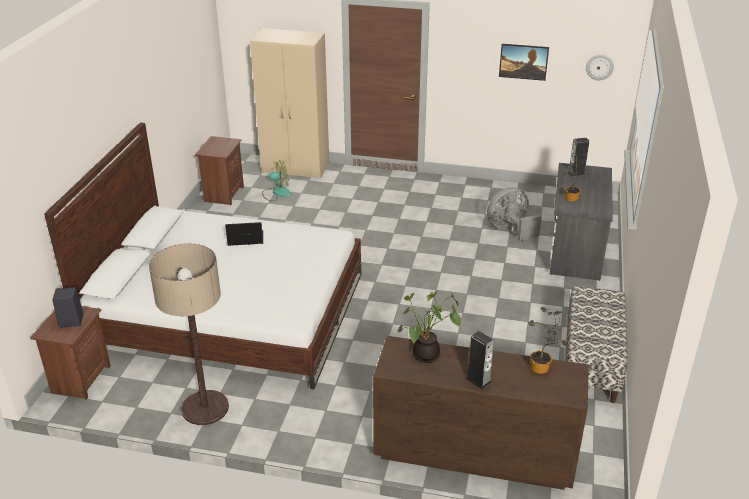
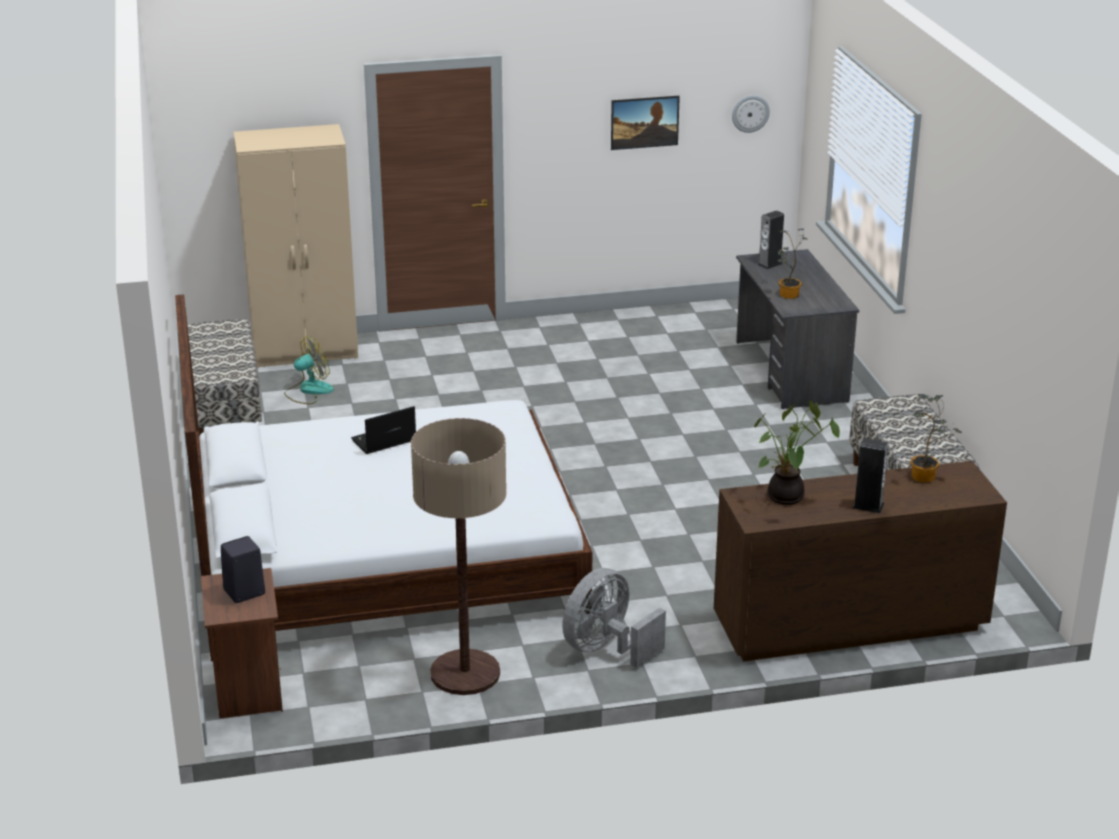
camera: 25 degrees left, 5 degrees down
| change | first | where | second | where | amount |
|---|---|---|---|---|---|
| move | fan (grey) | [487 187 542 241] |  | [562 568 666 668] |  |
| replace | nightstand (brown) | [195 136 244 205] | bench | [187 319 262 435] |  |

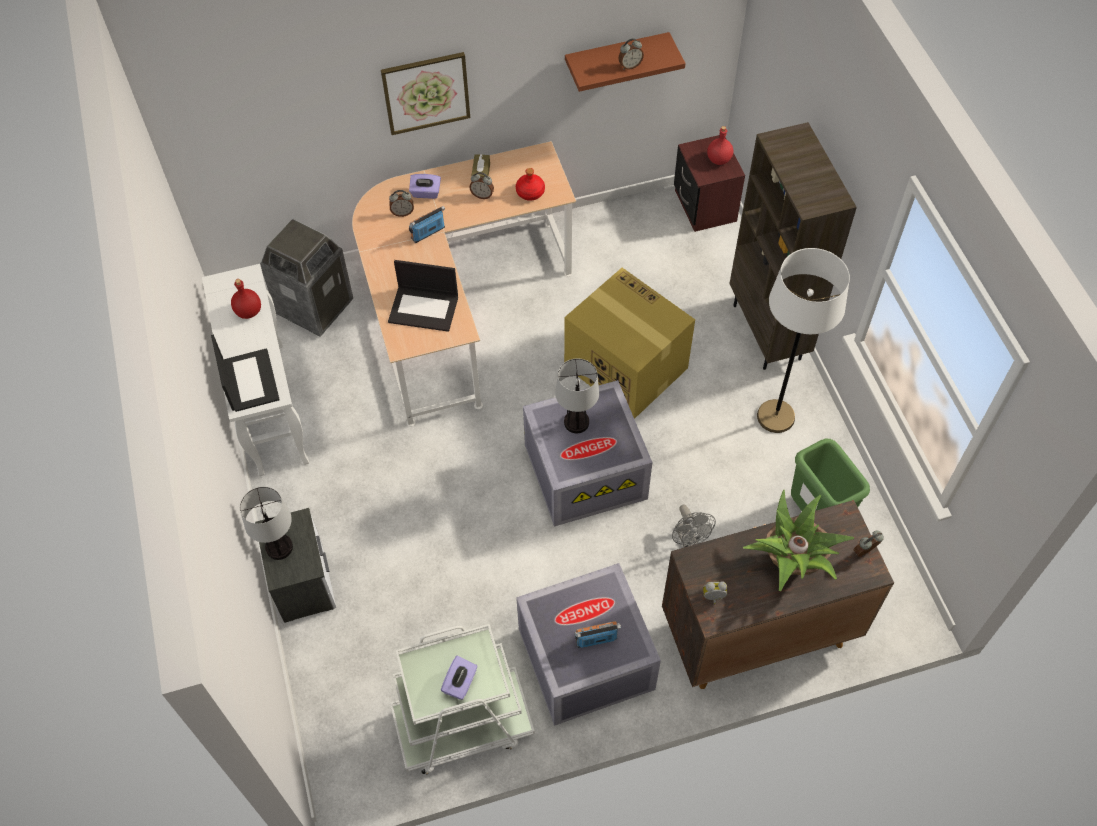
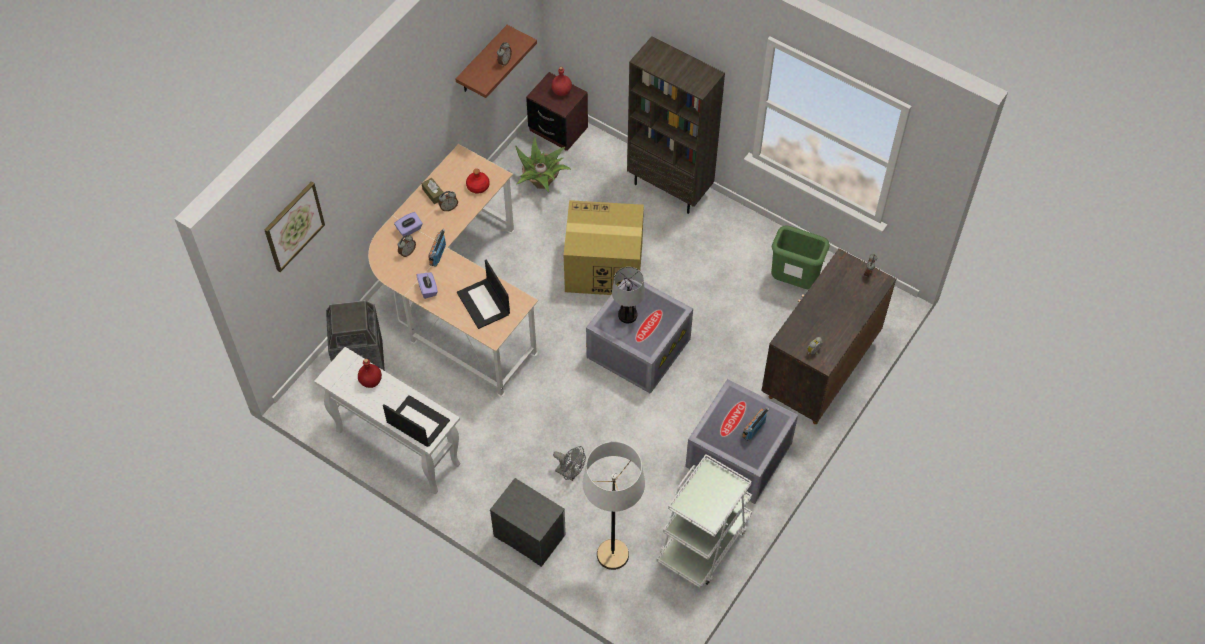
camera: 40 degrees left, 0 degrees up
| change | first | where | second | where | amount |
|---|---|---|---|---|---|
| delete | table lamp | [240 487 293 560] |  |  |  |
| move | picture | [381 52 470 135] |  | [264 181 325 272] |  |
| move | tissue box (purple) | [441 656 477 700] |  | [417 272 438 299] |  |
| move | fan (grey) | [672 505 716 548] |  | [553 446 586 481] |  |
| move | potted plant | [743 490 854 591] |  | [515 137 571 192] |  |
| move | floor lamp (white) | [757 248 850 433] |  | [583 441 645 570] |  |
| rotate | laptop | [388 260 458 332] |  | [457 260 510 329] | 90 degrees clockwise |

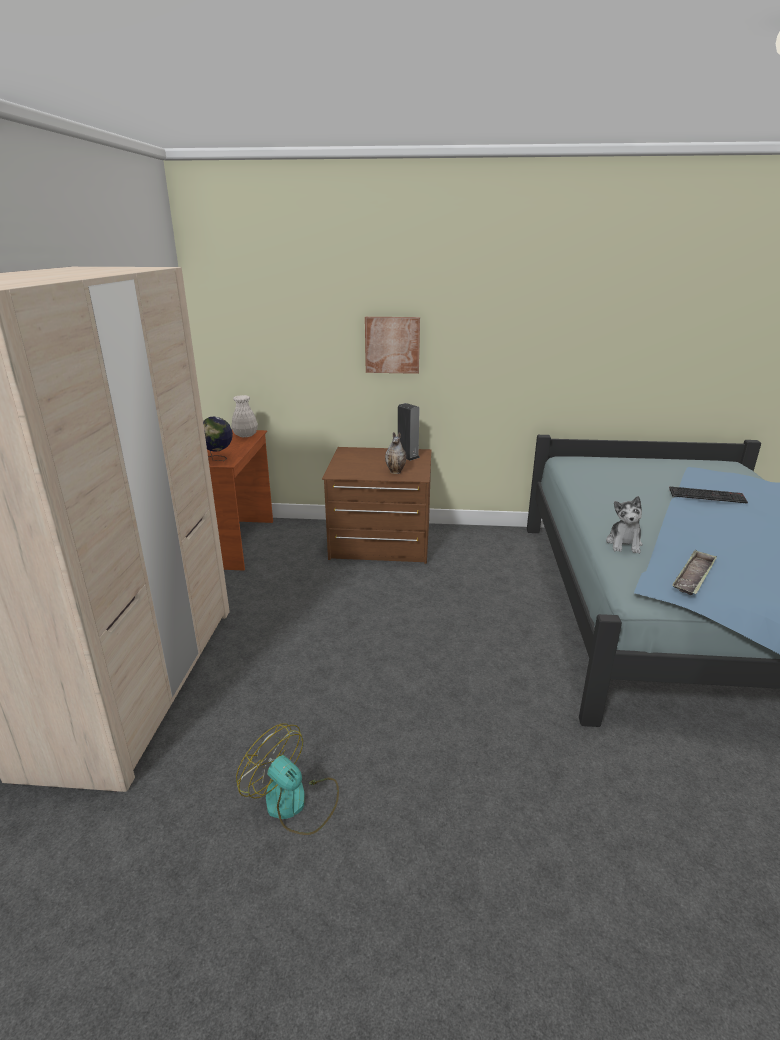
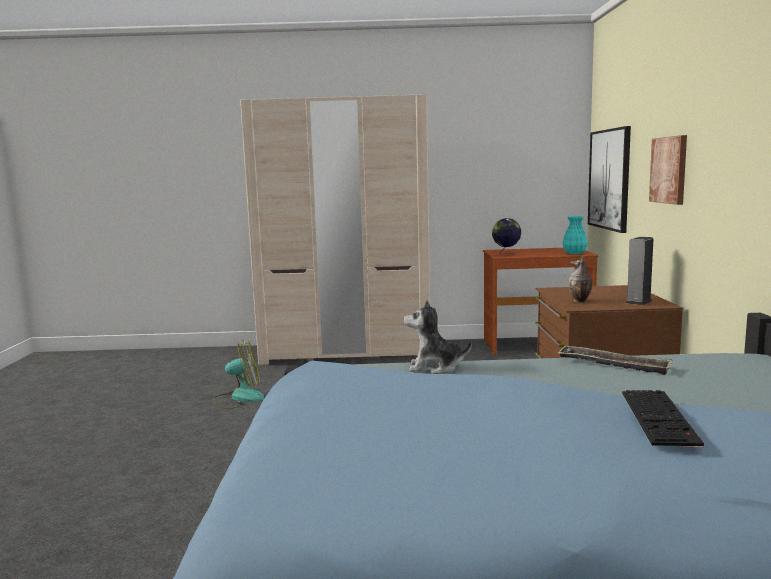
camera: 85 degrees right, 15 degrees down
| change | first | where | second | where | amount |
|---|---|---|---|---|---|
| insert |  |  | picture | [588 126 631 233] |  |
| move | tray | [673 550 717 596] |  | [558 346 673 375] |  |
| recolor | vase (white) | [231 395 258 437] | vase (turquoise) | [562 216 588 254] |  |
| rotate | fan | [236 724 339 835] |  | [213 340 264 409] | 45 degrees clockwise |

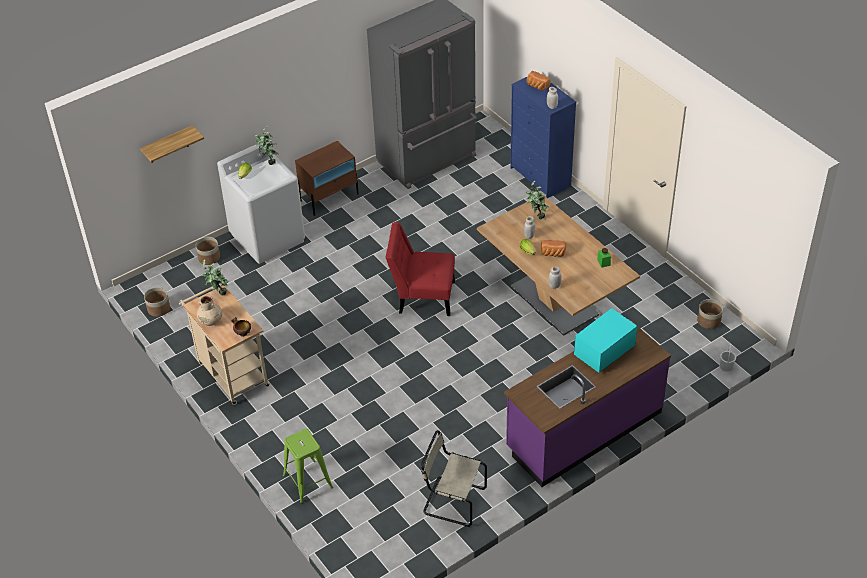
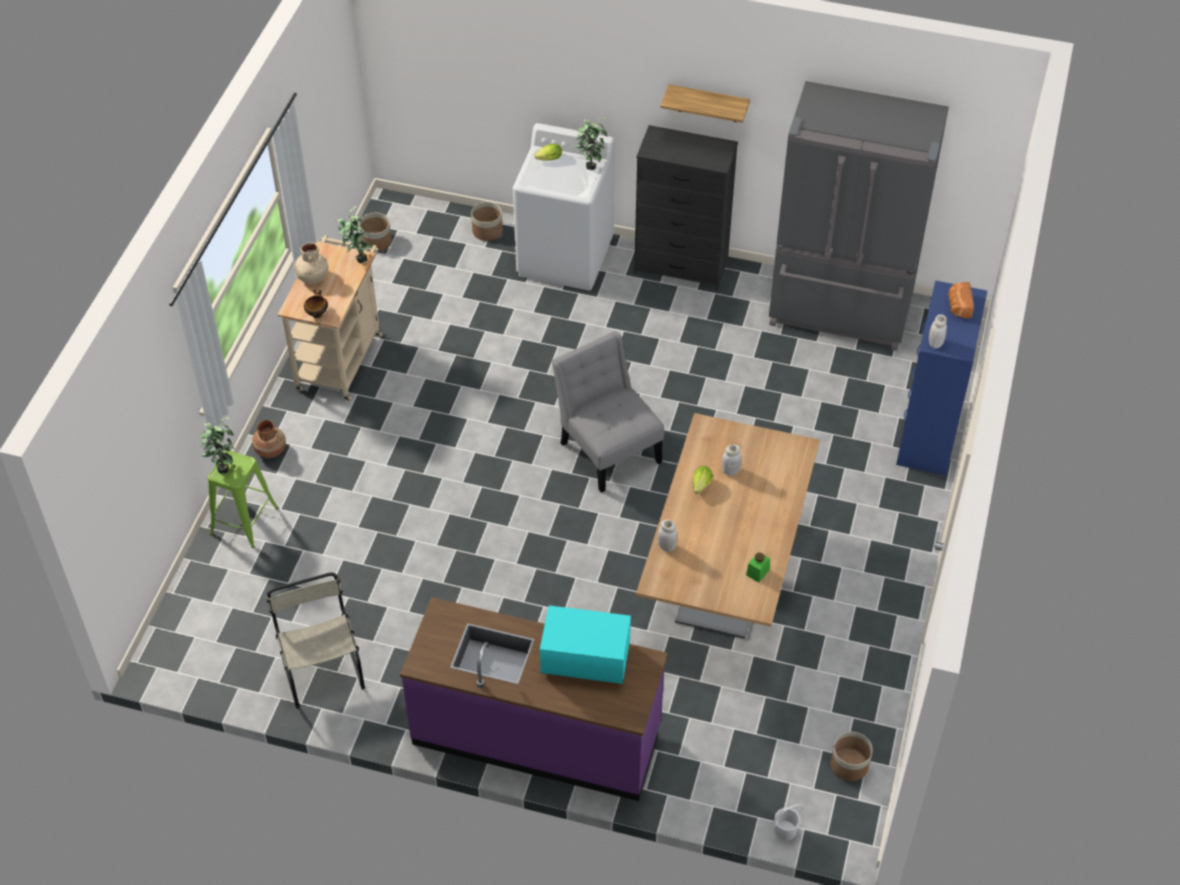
camera: 50 degrees right, 5 degrees up
| change | first | where | second | where | amount |
|---|---|---|---|---|---|
| delete | bread | [541 240 566 257] |  |  |  |
| insert |  |  | vase (brown) | [252 420 286 458] |  |
| move | shelf | [140 125 204 163] |  | [660 84 750 123] |  |
| move | potted plant | [525 181 549 219] |  | [199 417 235 474] |  |
| replace | nightstand (brown) | [295 141 359 216] | dresser (black) | [634 125 738 291] |  |
| recolor | chair (red) | [386 222 455 316] | chair (grey) | [552 331 664 493] |  |

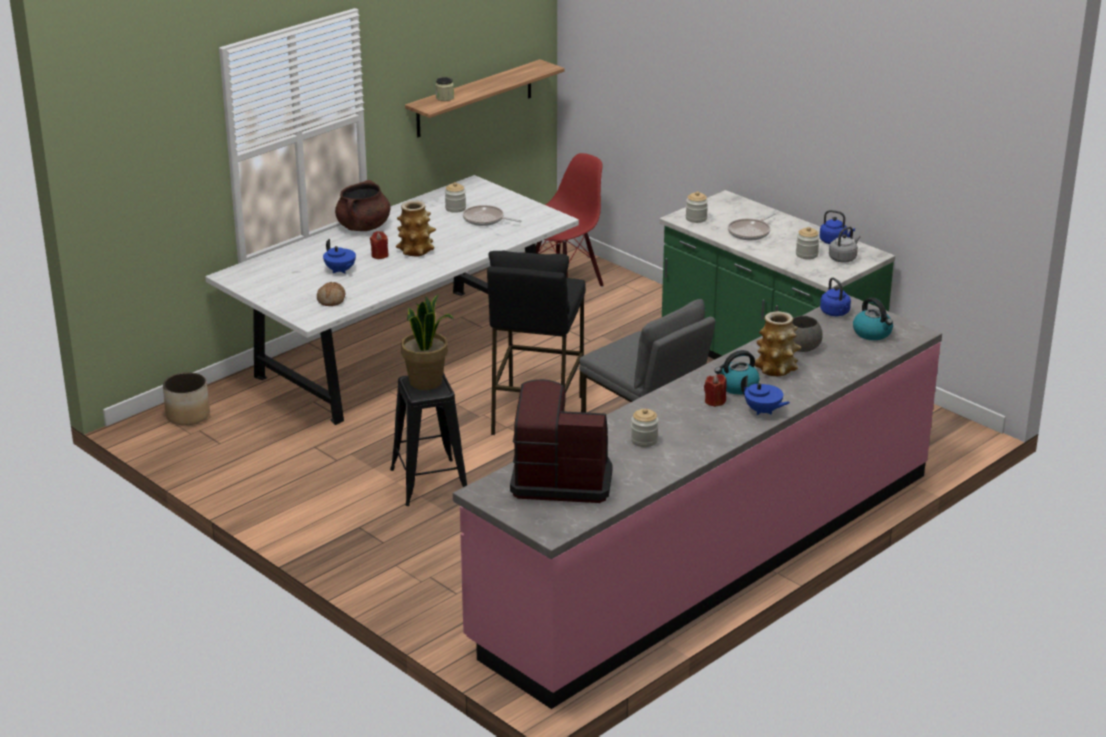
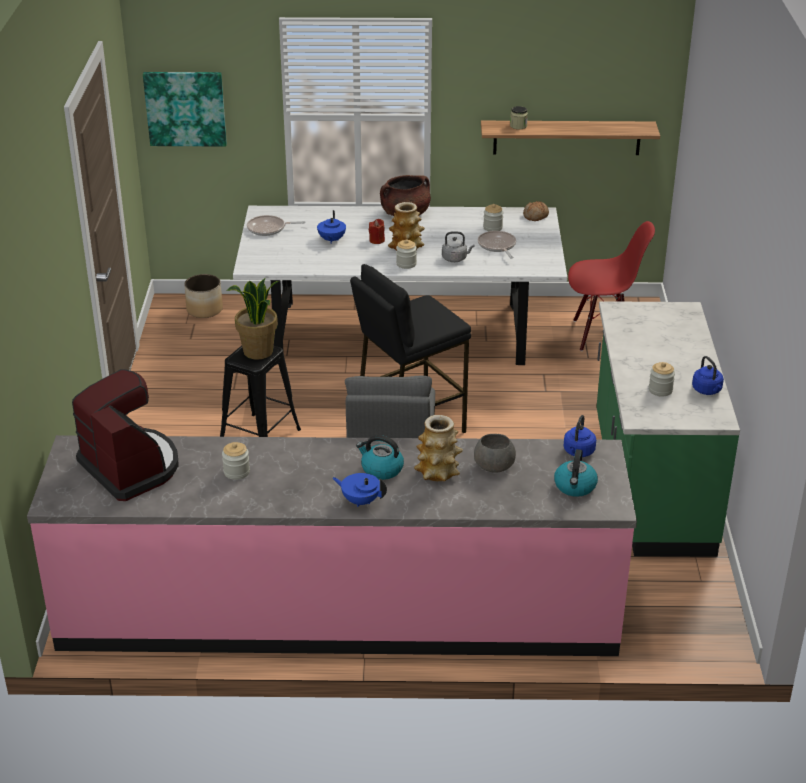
camera: 45 degrees right, 5 degrees up
| change | first | where | second | where | amount |
|---|---|---|---|---|---|
| delete | candle (red) | [704 374 727 407] |  |  |  |
| insert |  |  | picture | [143 72 227 147] |  |
| move | bread | [317 282 345 306] |  | [523 201 549 221] |  |
| move | jar | [686 191 708 223] |  | [396 239 417 269] |  |
| move | frying pan | [728 212 776 240] |  | [247 215 306 236] |  |
| move | kettle (grey) | [829 226 860 262] |  | [442 231 475 262] |  |
| rotate | teapot (blue) | [741 375 790 415] |  | [333 473 387 507] | 120 degrees clockwise |

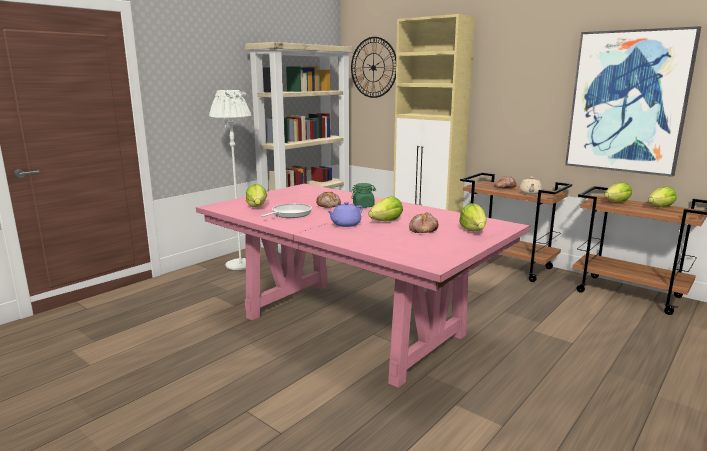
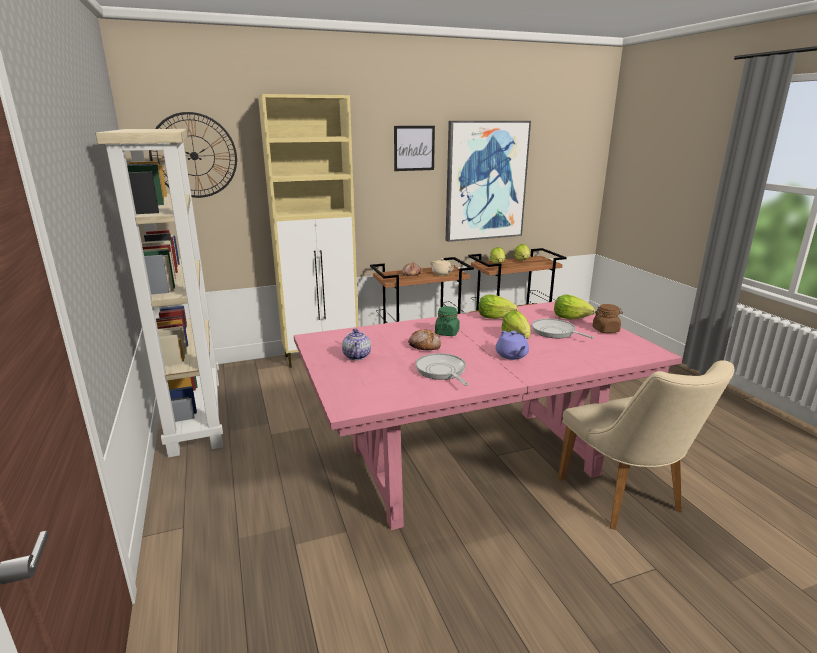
camera: 60 degrees left, 5 degrees up
| change | first | where | second | where | amount |
|---|---|---|---|---|---|
| delete | floor lamp (white) | [209 90 251 270] |  |  |  |
| insert |  |  | teapot | [342 328 371 360] |  |
| insert |  |  | picture | [394 126 435 171] |  |
| insert |  |  | chair (beige) | [558 360 735 530] |  |
| insert |  |  | jar (brown) | [593 304 623 333] |  |
| move | lettuce | [246 184 267 207] |  | [478 294 518 319] |  |
| replace | bread | [409 212 439 233] | frying pan | [532 318 595 339] |  |

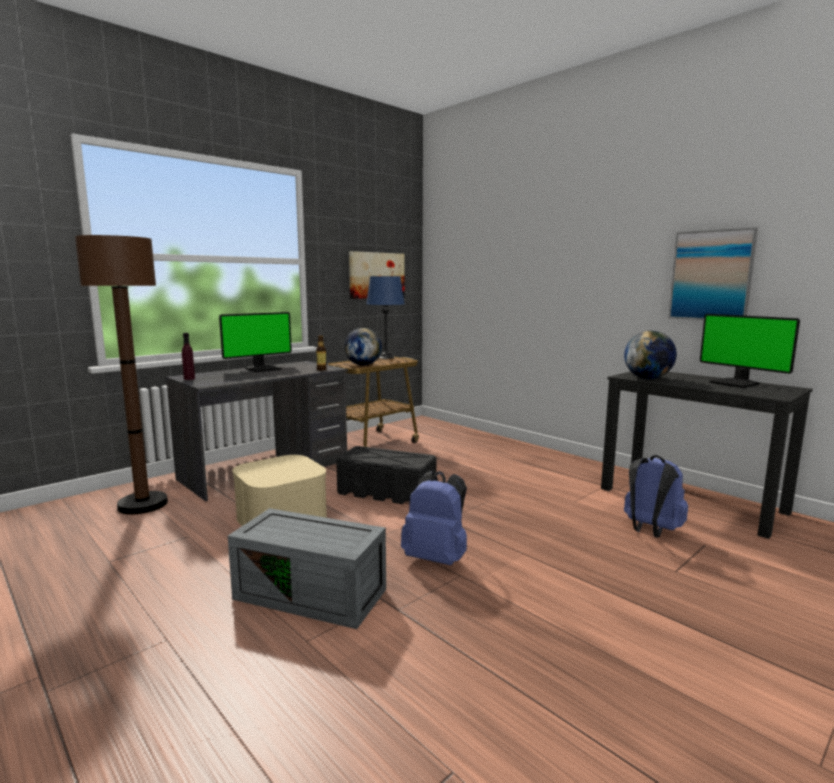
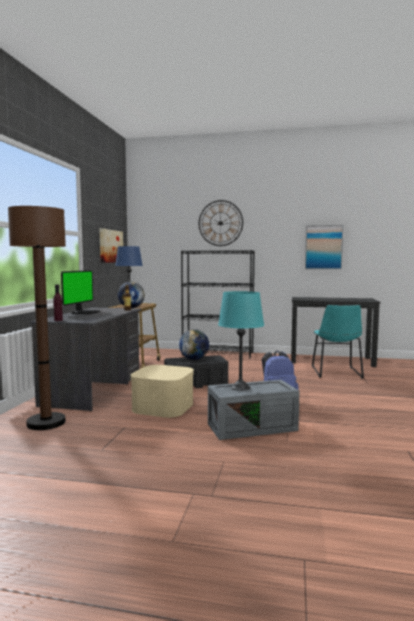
camera: 35 degrees left, 5 degrees down
| change | first | where | second | where | amount |
|---|---|---|---|---|---|
| delete | monitor | [700 314 800 388] |  |  |  |
| insert |  |  | bookcase (black) | [181 250 255 359] |  |
| insert |  |  | wall clock | [199 200 243 246] |  |
| insert |  |  | table lamp (turquoise) | [218 291 264 391] |  |
| move | globe | [624 331 677 379] |  | [179 329 209 360] |  |
| replace | backpack (blue) | [624 455 688 538] | chair (turquoise) | [312 305 364 379] |  |

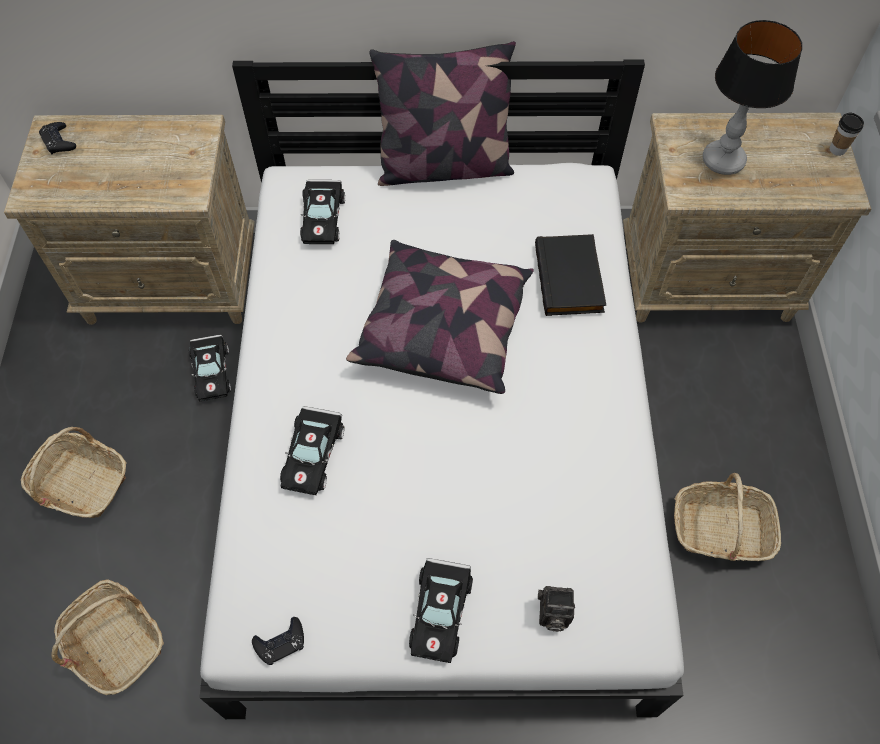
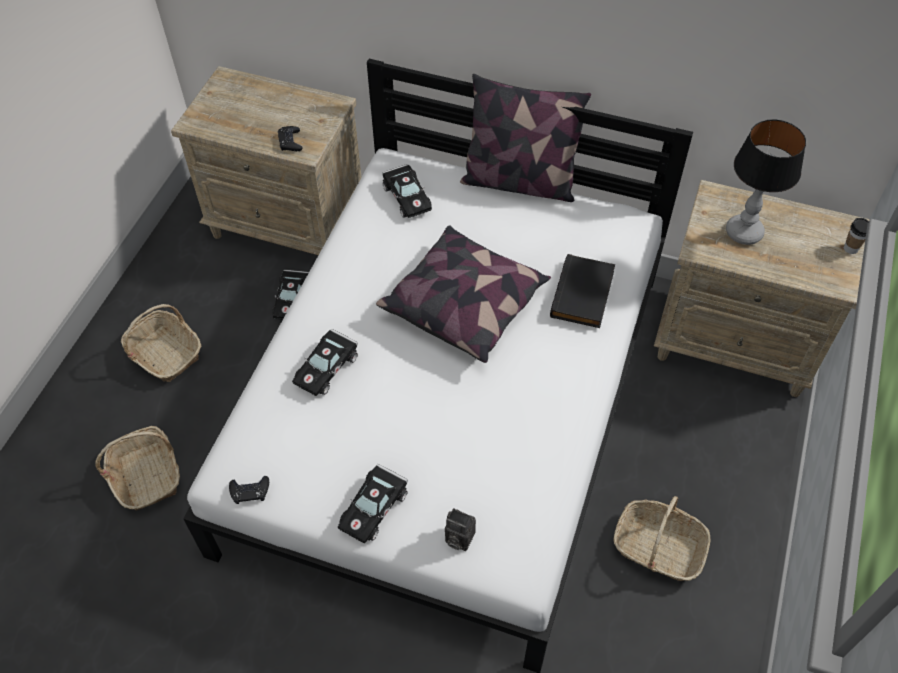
camera: 20 degrees right, 5 degrees down
| change | first | where | second | where | amount |
|---|---|---|---|---|---|
| move | game controller (black) | [39 122 76 155] |  | [278 126 303 151] |  |
| rotate | toy car (black) | [300 180 345 244] |  | [382 164 432 218] | 45 degrees counterclockwise |

